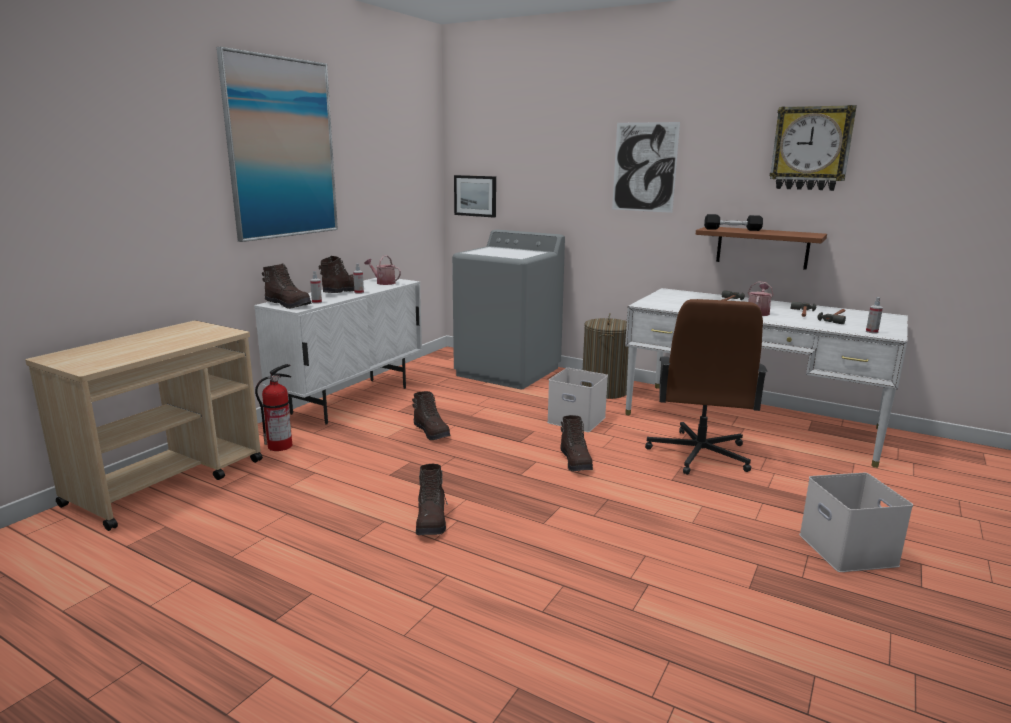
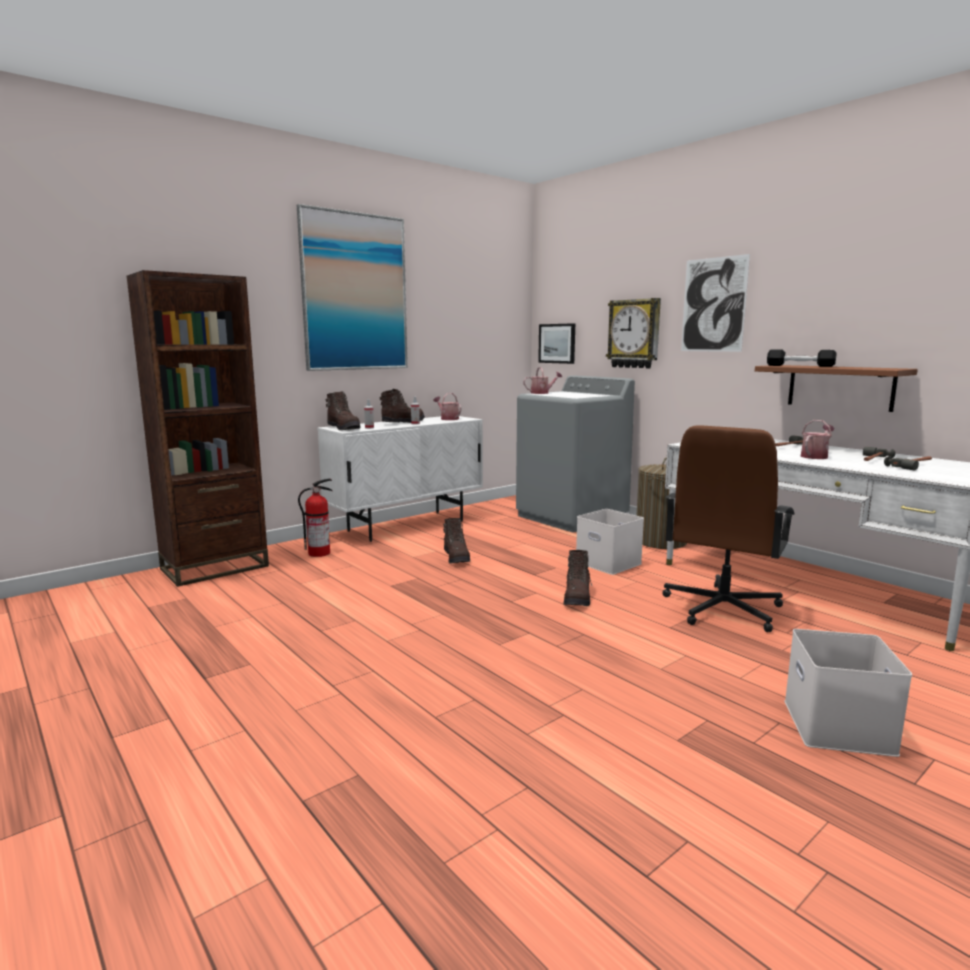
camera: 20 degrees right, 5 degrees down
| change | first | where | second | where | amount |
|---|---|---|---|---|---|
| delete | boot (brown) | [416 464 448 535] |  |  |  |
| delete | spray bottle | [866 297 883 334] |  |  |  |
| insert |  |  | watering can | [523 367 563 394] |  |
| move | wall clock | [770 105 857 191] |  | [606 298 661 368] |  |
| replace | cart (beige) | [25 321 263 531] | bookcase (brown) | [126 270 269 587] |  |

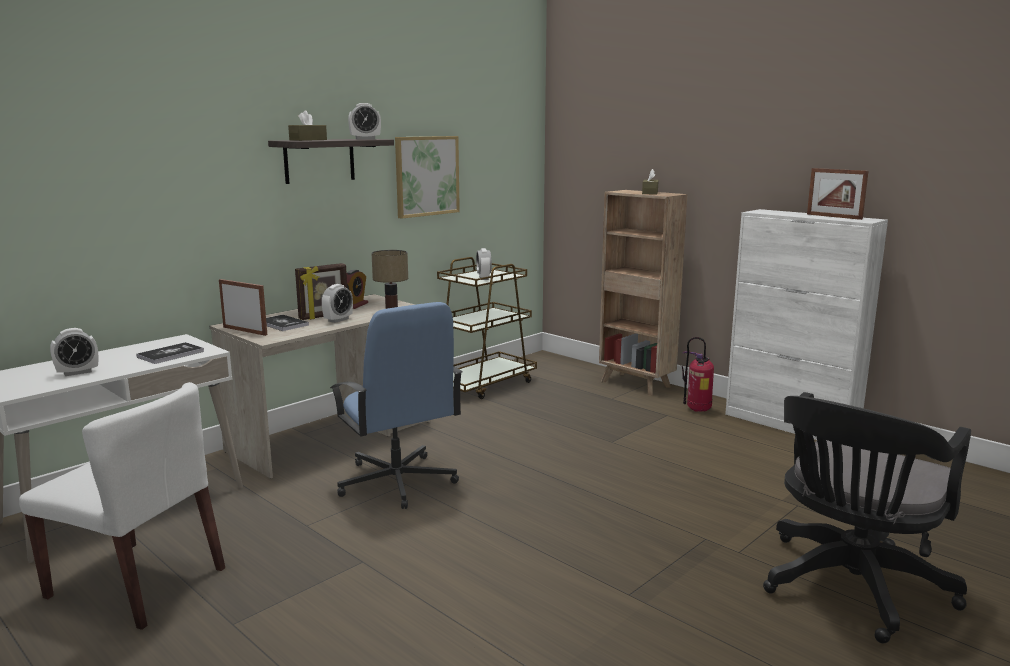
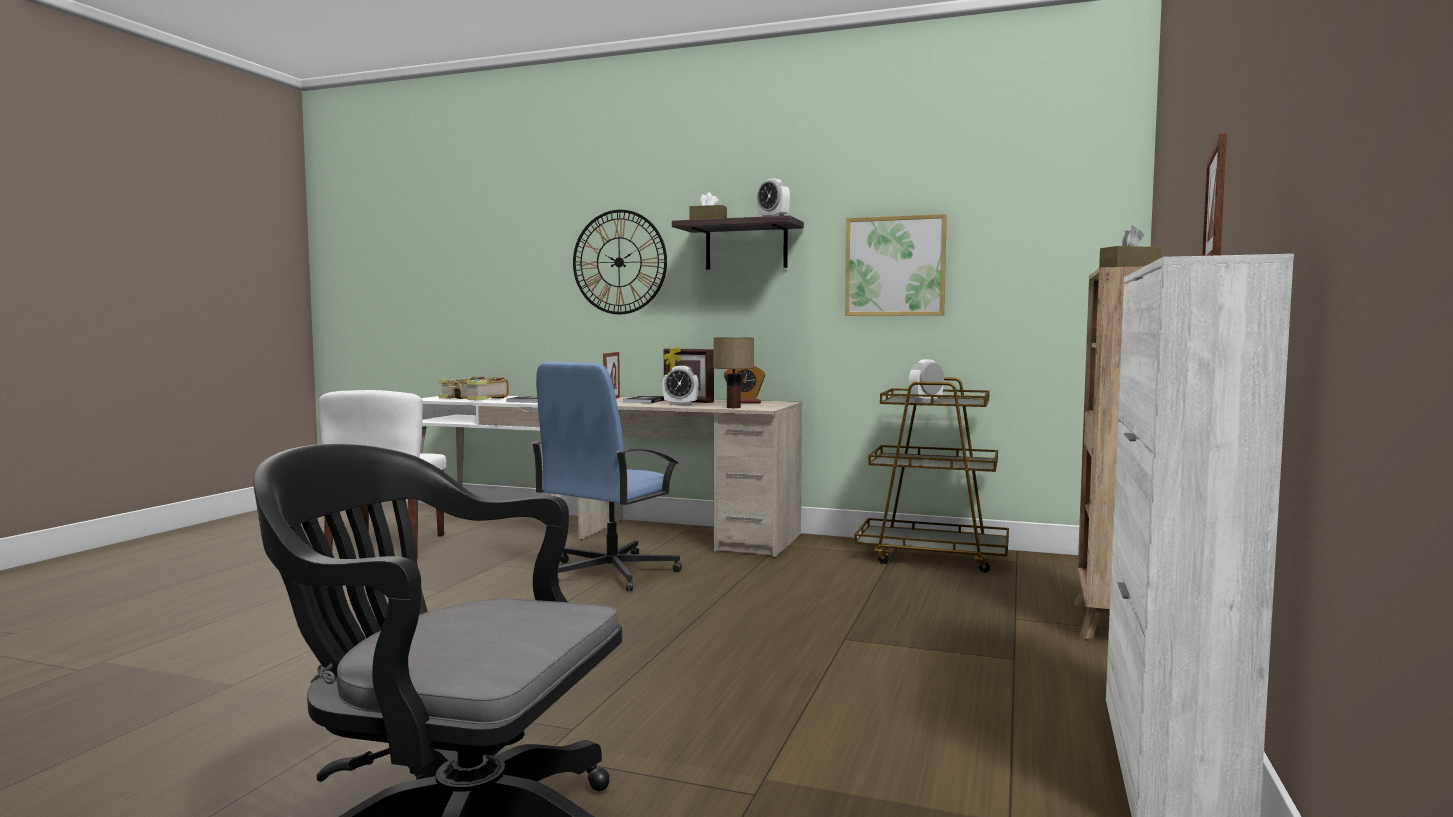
camera: 65 degrees right, 10 degrees down
| change | first | where | second | where | amount |
|---|---|---|---|---|---|
| delete | fire extinguisher | [682 337 714 412] |  |  |  |
| insert |  |  | wall clock | [573 210 667 314] |  |
| replace | alarm clock | [50 328 98 376] | book | [438 376 509 401] |  |

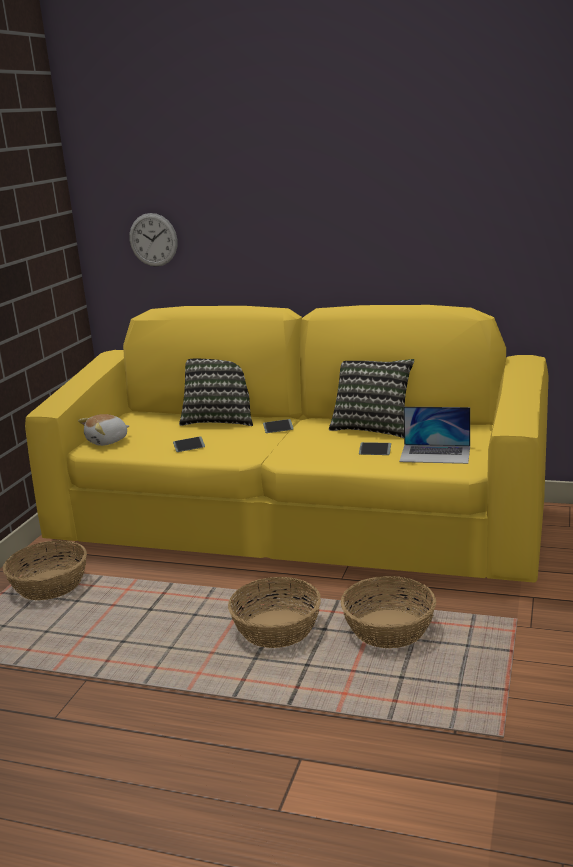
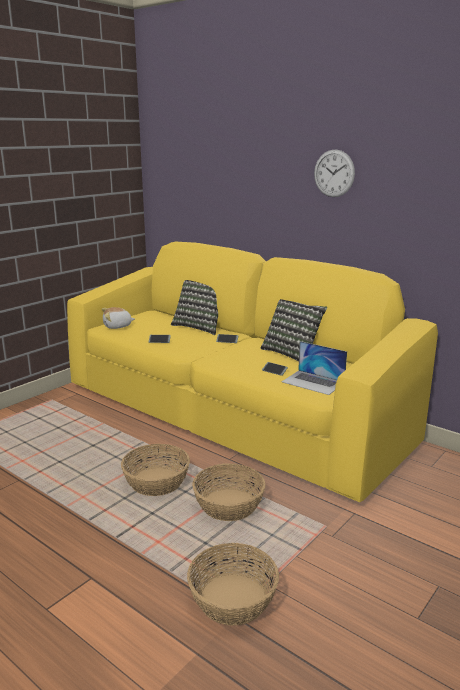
camera: 20 degrees right, 0 degrees up
| change | first | where | second | where | amount |
|---|---|---|---|---|---|
| move | basket | [3 540 87 600] |  | [187 543 279 626] |  |
| move | wall clock | [129 213 178 267] |  | [314 149 355 197] |  |

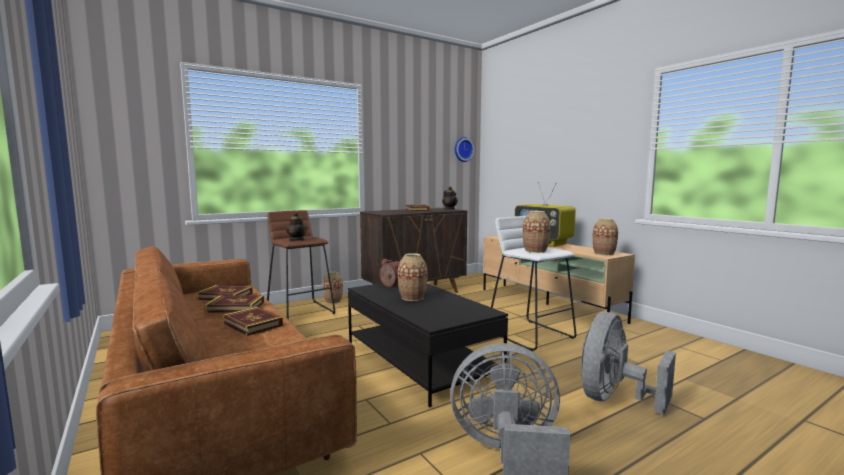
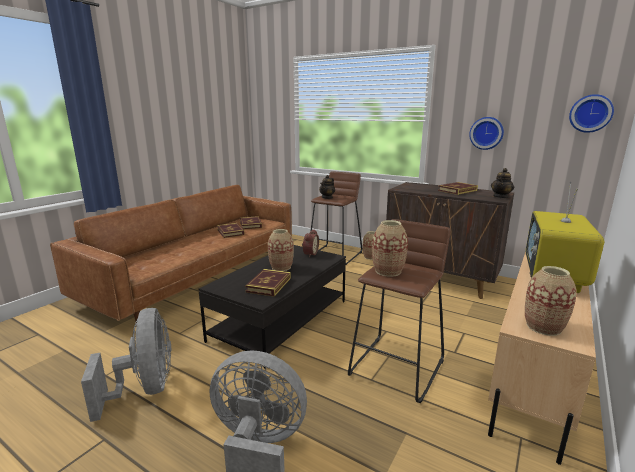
camera: 65 degrees right, 10 degrees up
| change | first | where | second | where | amount |
|---|---|---|---|---|---|
| insert |  |  | wall clock | [469 117 504 150] |  |
| move | book | [222 307 283 336] |  | [245 269 291 297] |  |
| recolor | stool (white) | [491 216 576 351] | stool (brown) | [348 219 450 403] |  |

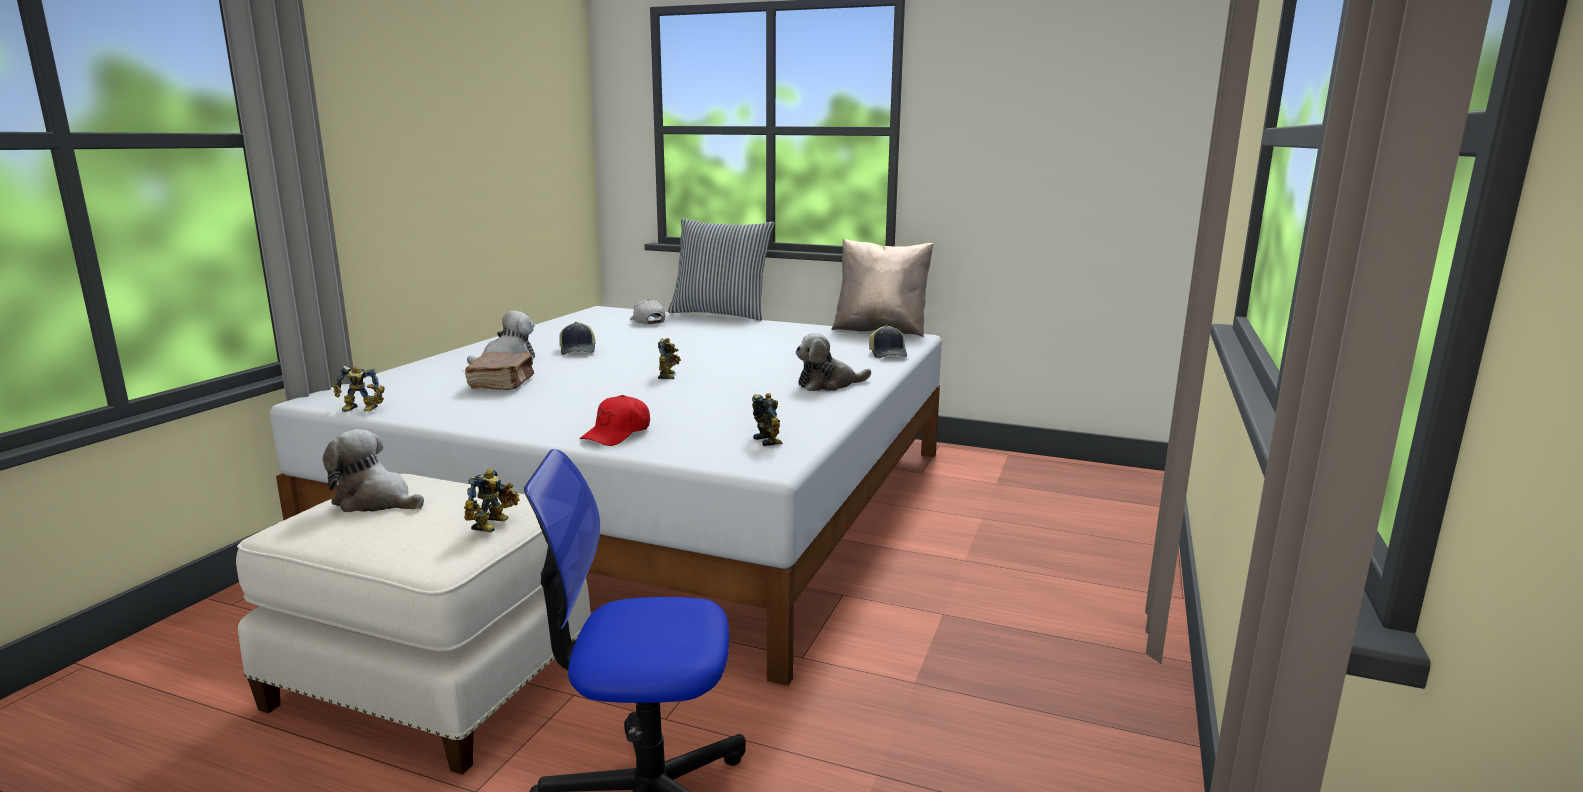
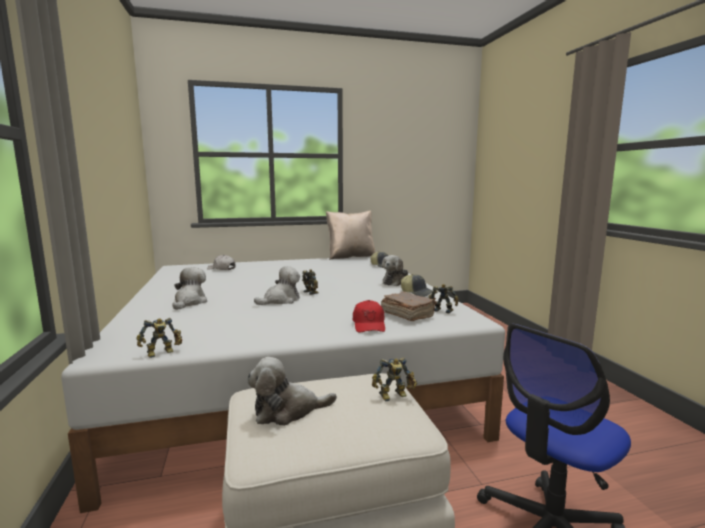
camera: 35 degrees left, 5 degrees down
| change | first | where | second | where | amount |
|---|---|---|---|---|---|
| delete | pillow | [668 218 774 321] |  |  |  |
| insert |  |  | plush toy | [254 266 300 305] |  |
| move | book (brown) | [465 352 534 390] |  | [381 292 437 321] |  |
| move | cap | [559 322 596 355] |  | [401 274 433 297] |  |
| rotate | toy robot | [464 468 519 532] |  | [372 357 417 401] | 90 degrees clockwise |

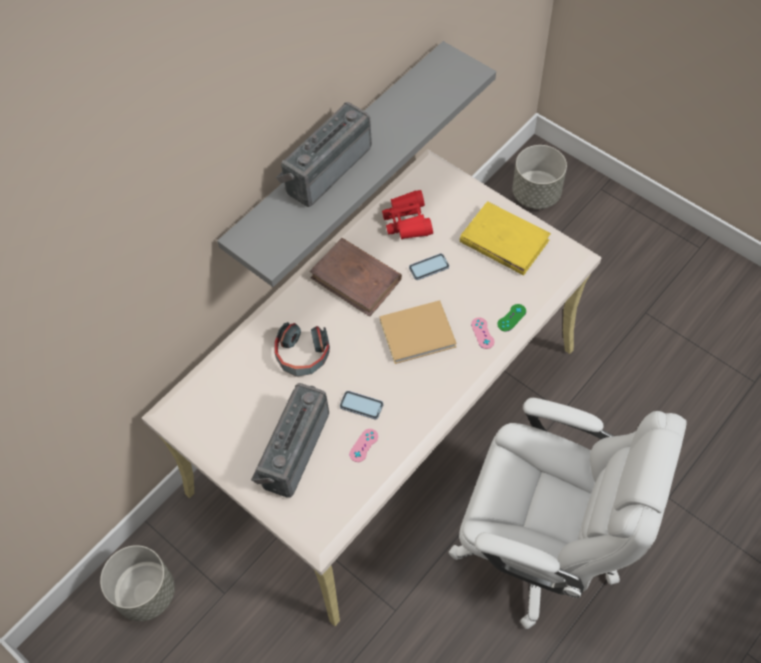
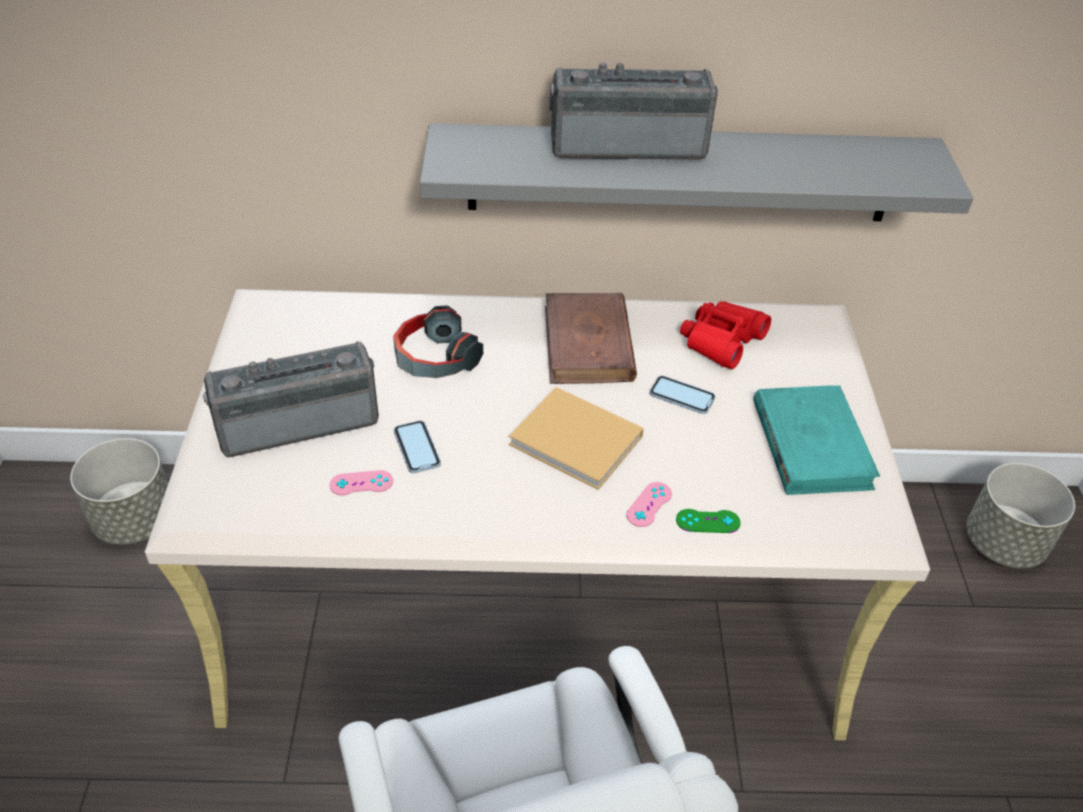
camera: 45 degrees right, 15 degrees down
| change | first | where | second | where | amount |
|---|---|---|---|---|---|
| recolor | book (yellow) | [460 201 551 275] | book (turquoise) | [753 385 880 495] |  |

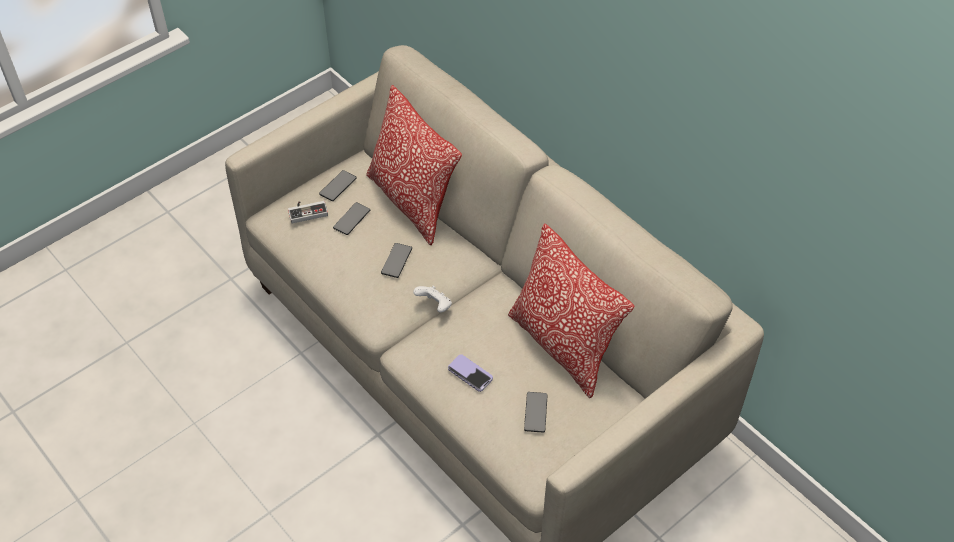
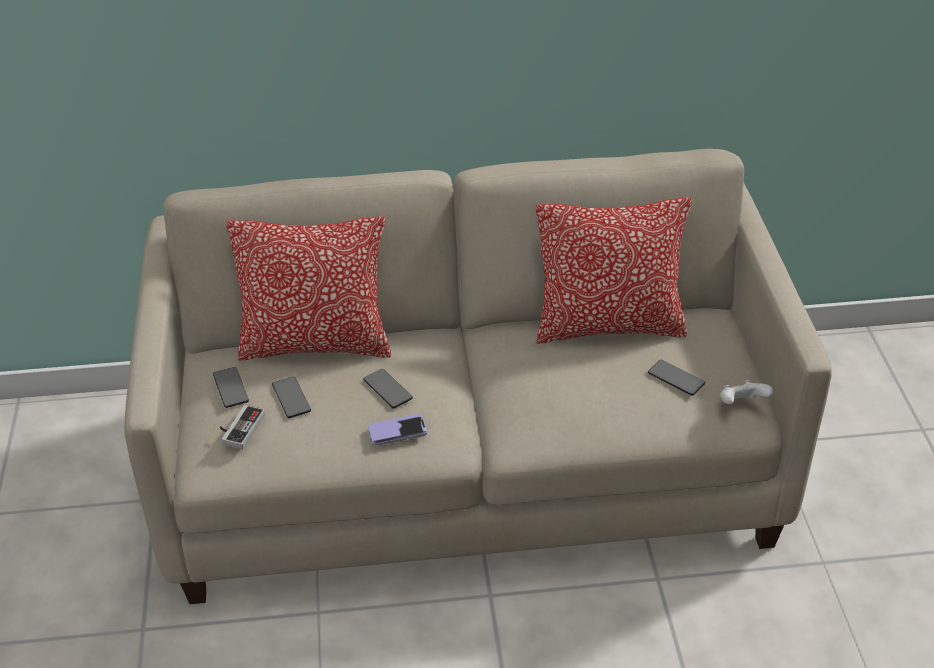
camera: 55 degrees left, 10 degrees down
| change | first | where | second | where | amount |
|---|---|---|---|---|---|
| move | game controller (white) | [413 286 452 312] |  | [720 380 773 404] |  |
| move | phone | [448 354 493 392] |  | [368 414 427 446] |  |

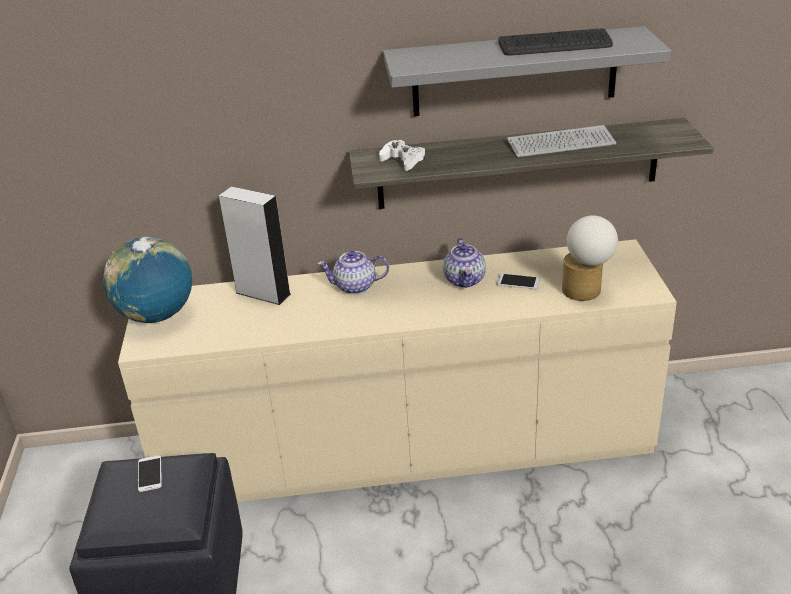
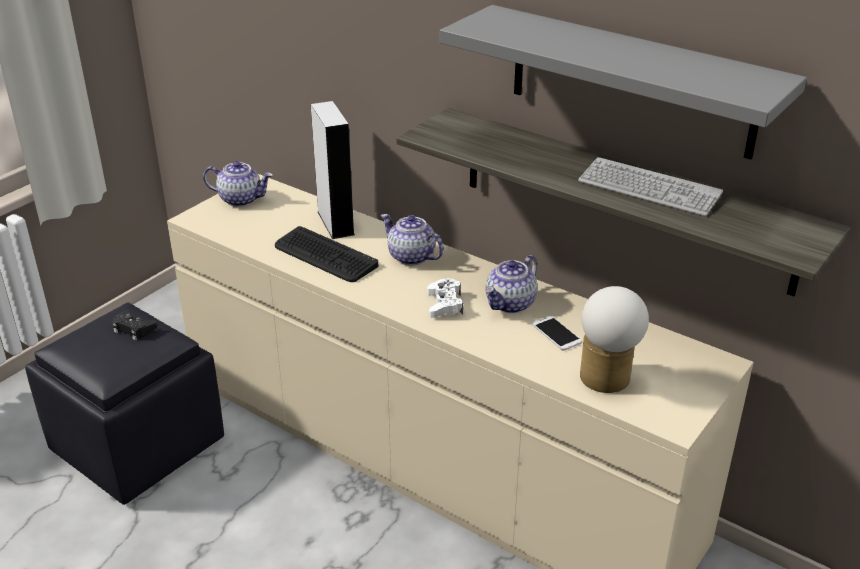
camera: 40 degrees right, 0 degrees up
| change | first | where | second | where | amount |
|---|---|---|---|---|---|
| move | game controller (white) | [379 140 426 171] |  | [427 278 463 318] |  |
| move | keyboard | [499 28 613 55] |  | [275 226 378 282] |  |
| replace | globe | [103 237 192 323] | teapot | [203 161 273 207] |  |
| replace | phone | [138 455 162 492] | game controller (black) | [112 310 157 340] |  |

